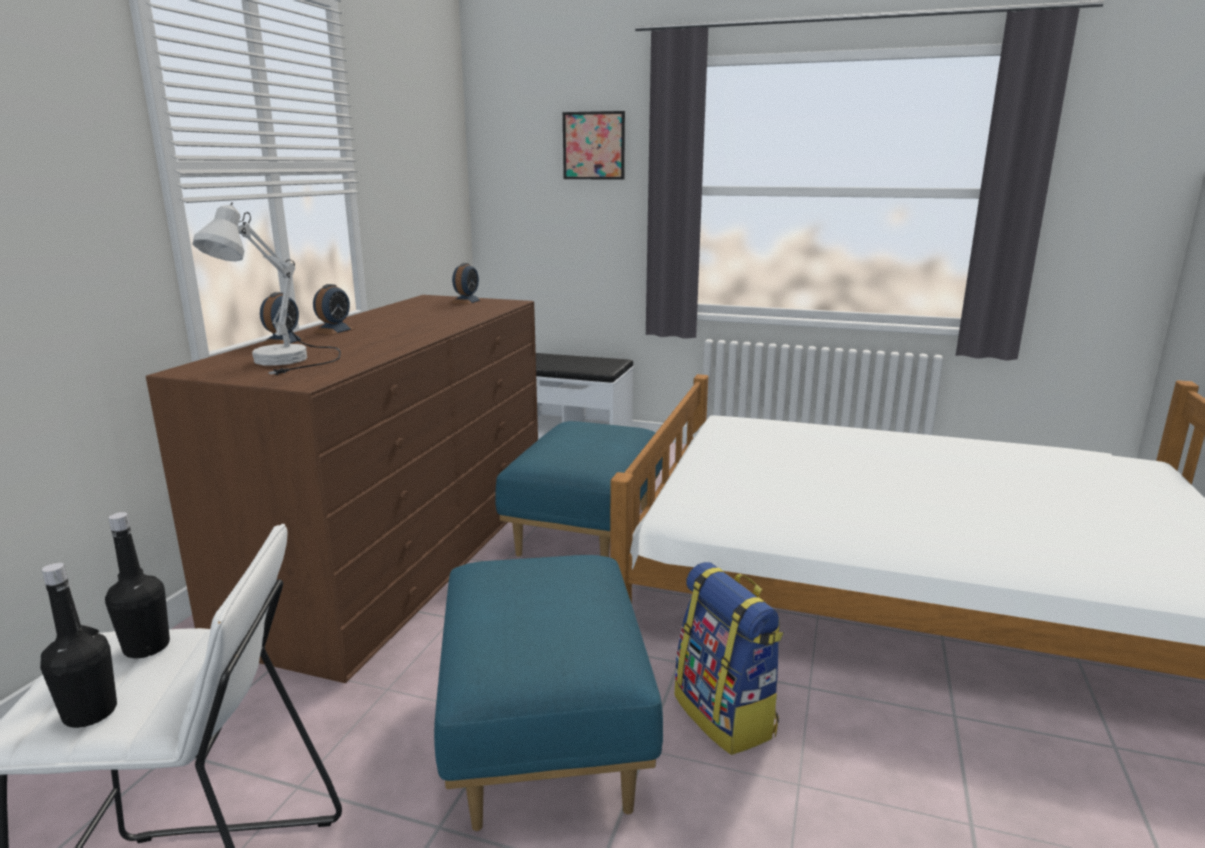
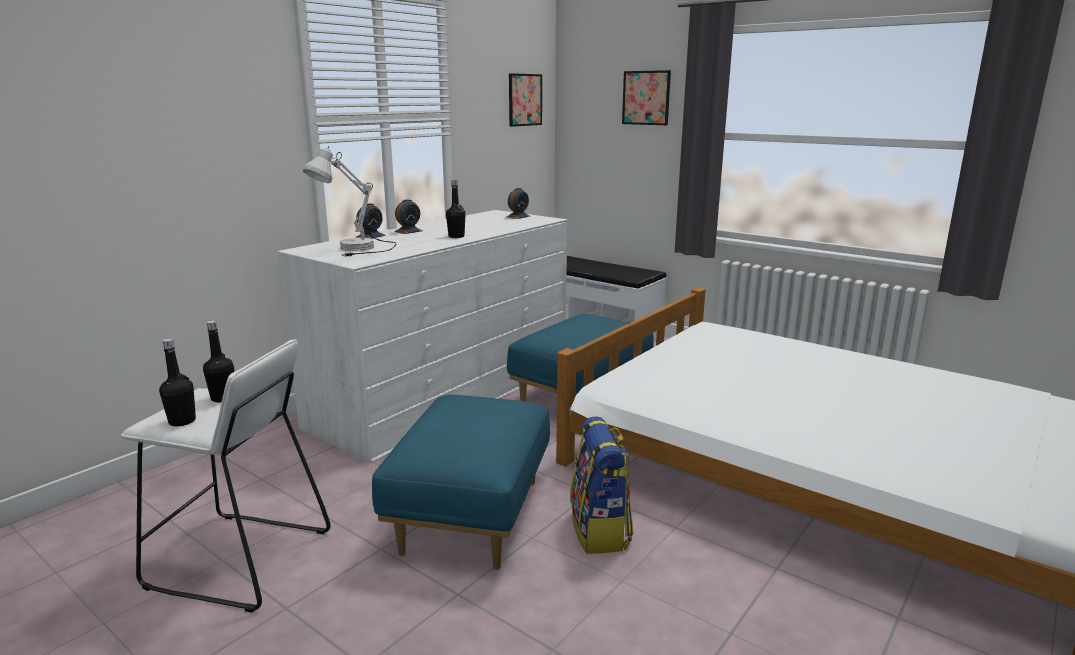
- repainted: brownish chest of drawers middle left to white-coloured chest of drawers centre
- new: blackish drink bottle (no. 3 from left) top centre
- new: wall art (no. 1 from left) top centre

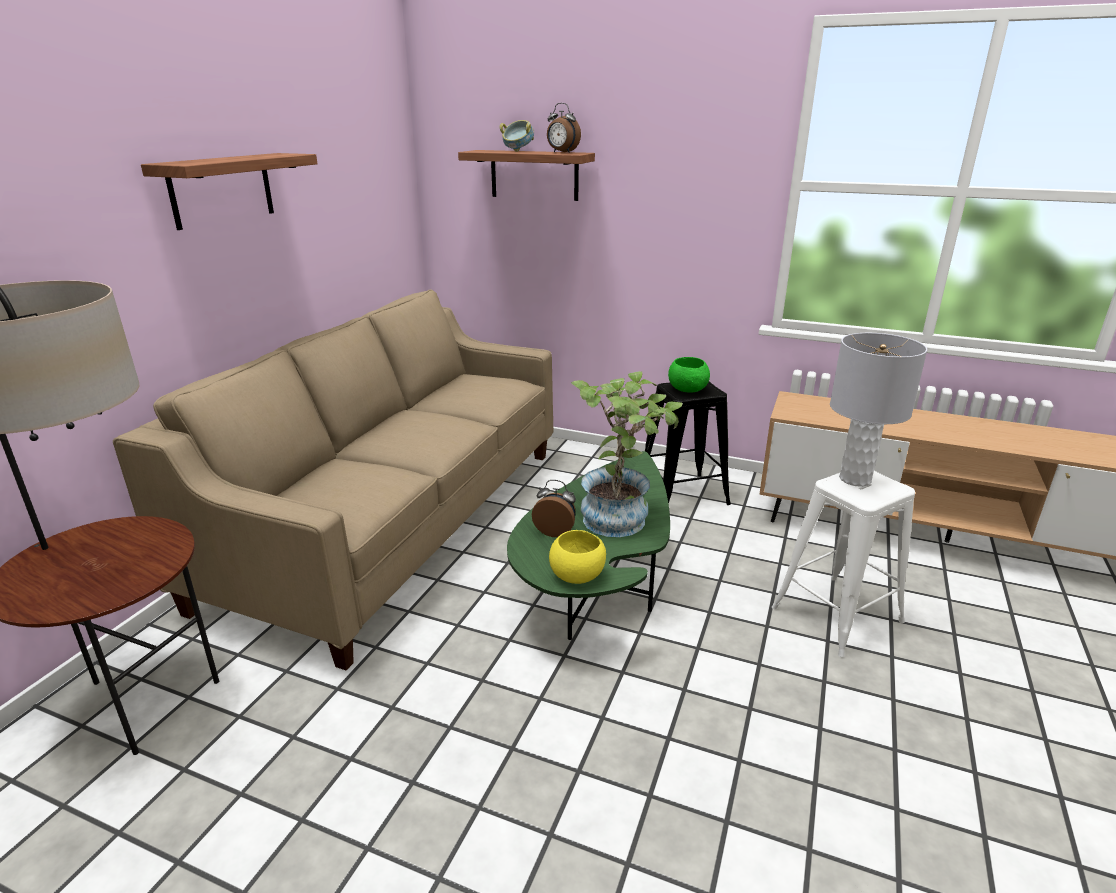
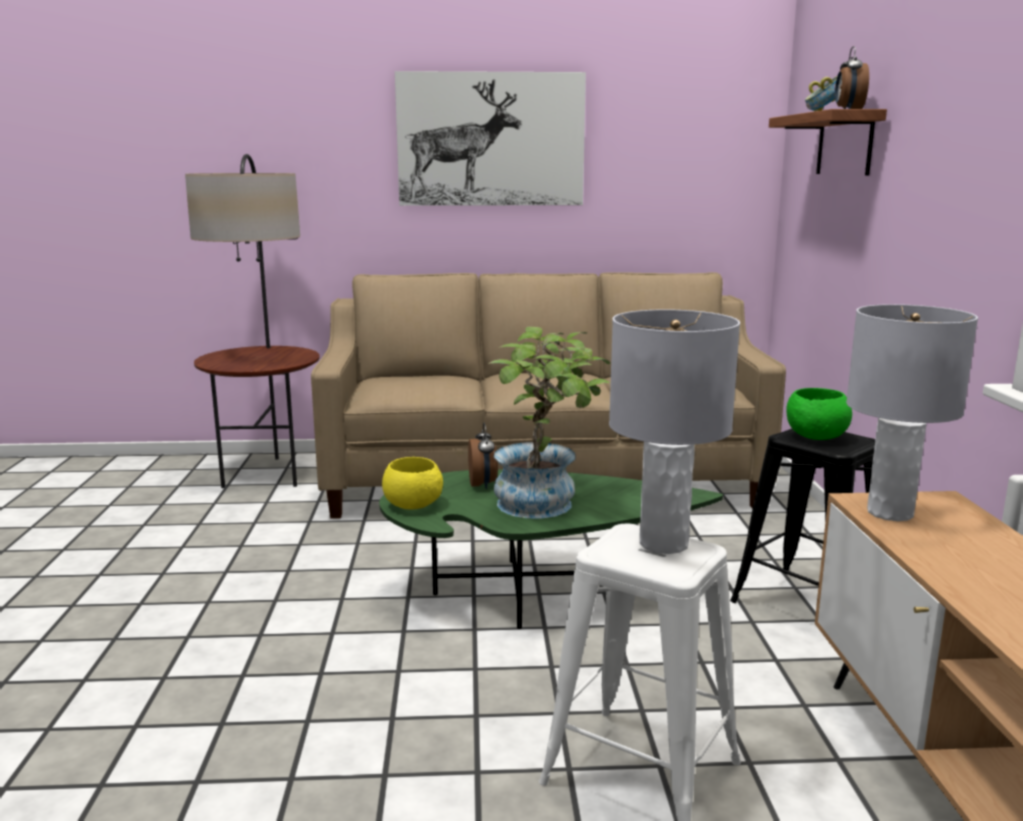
- swapped: wall shelf (no. 1 from left) top left to wall art top centre
- new: gray lamp for a table (no. 2 from left) middle right

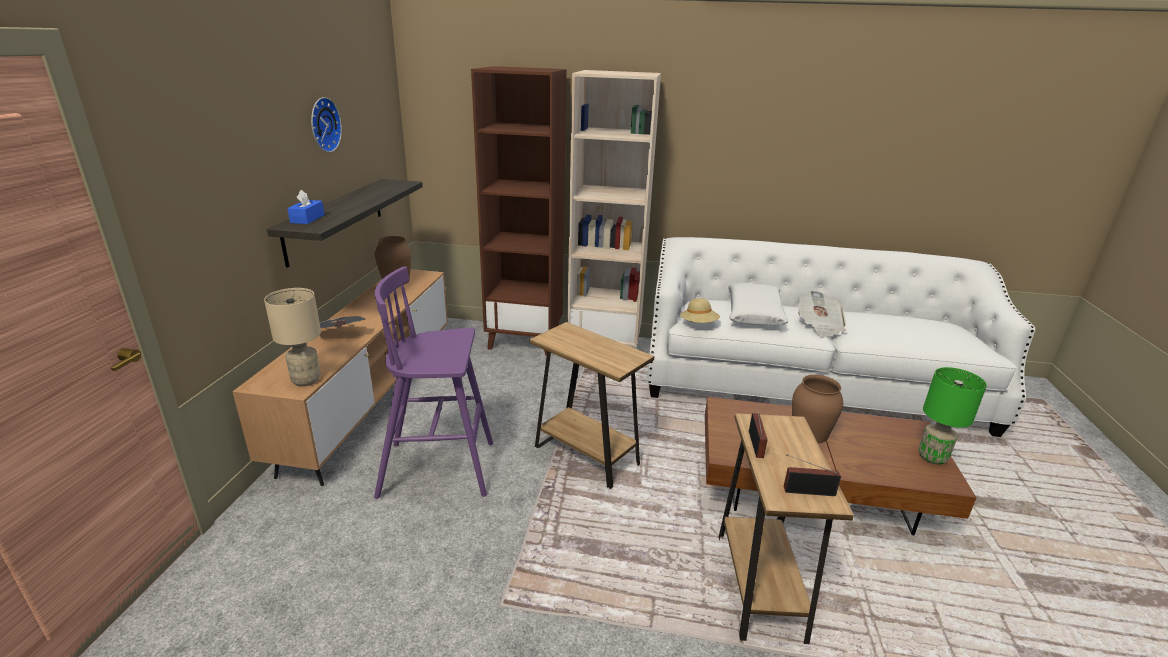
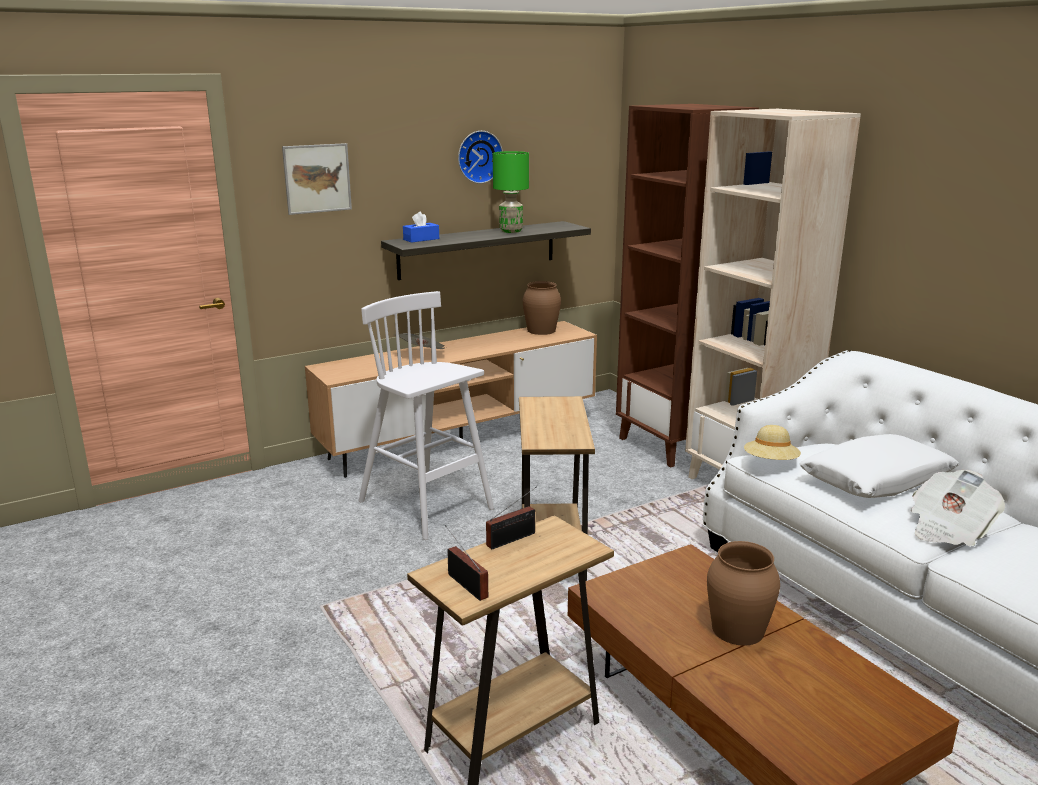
- new: wall art top left
- repainted: purple-coloured sitting stool centre to white-coloured sitting stool centre
- shifted: green lamp for a table middle right to top centre
- gone: beige-coloured lamp for a table middle left

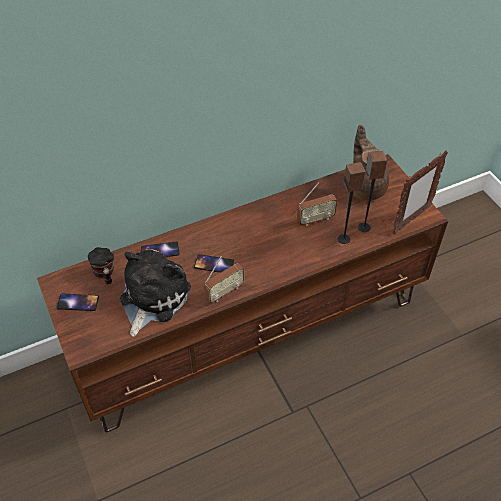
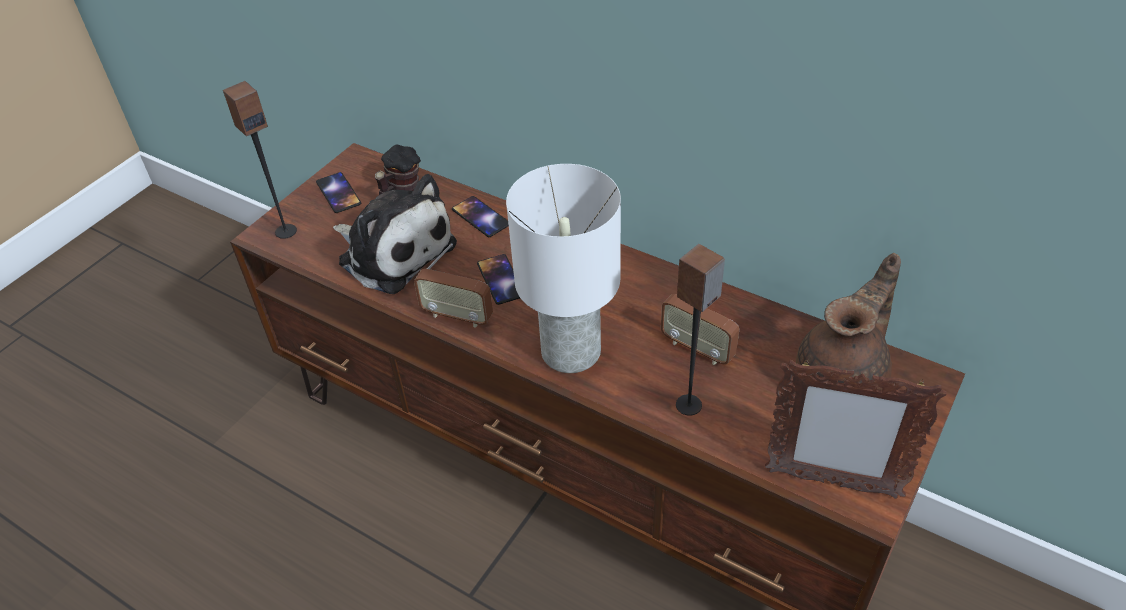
- shifted: speaker (no. 2 from left in the first image) middle right to speaker (no. 1 from left) top left
- rotated: plush toy middle left = centre 45 degrees clockwise
- new: white-coloured lamp for a table centre

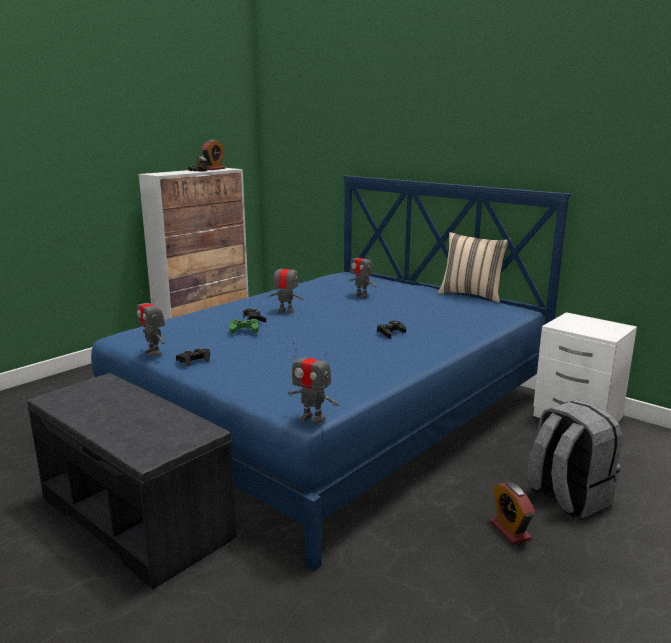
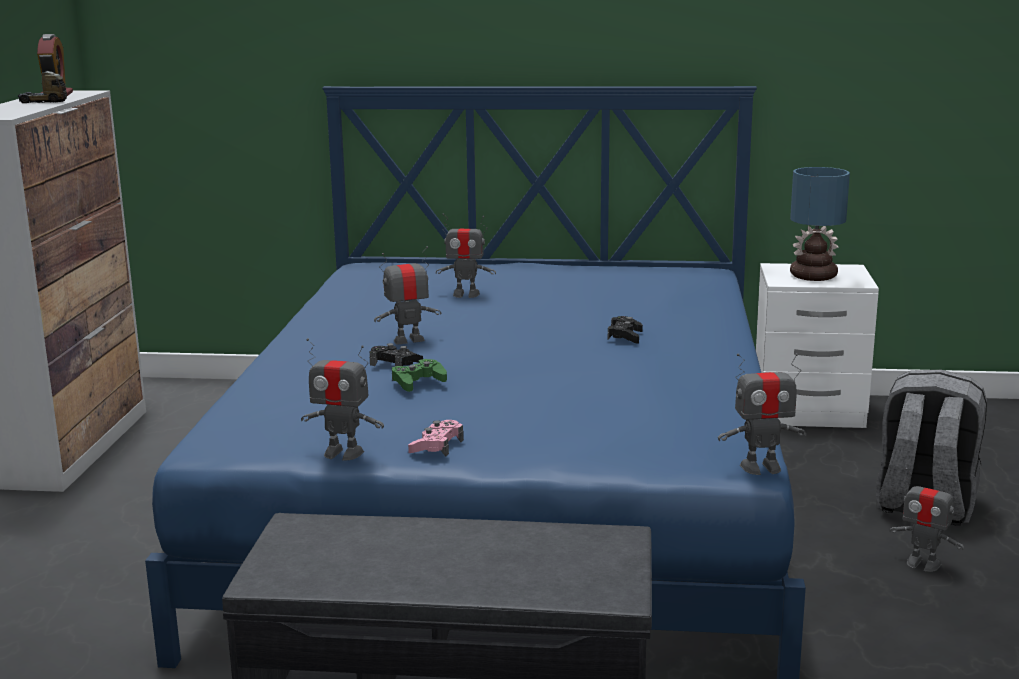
- repainted: blackish game controller (no. 1 from left) middle left to pink game controller centre
- new: lamp for a table top right
- swapped: alarm clock (no. 2 from left) bottom right to model robot (no. 5 from left) bottom right
- gone: beige-coloured pillow middle right

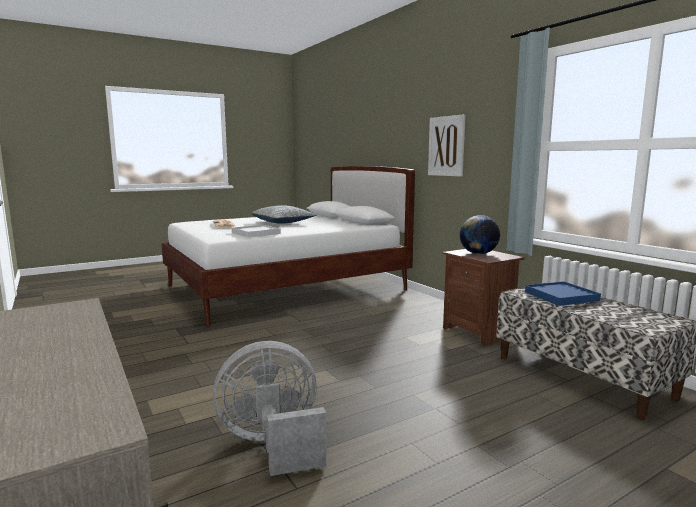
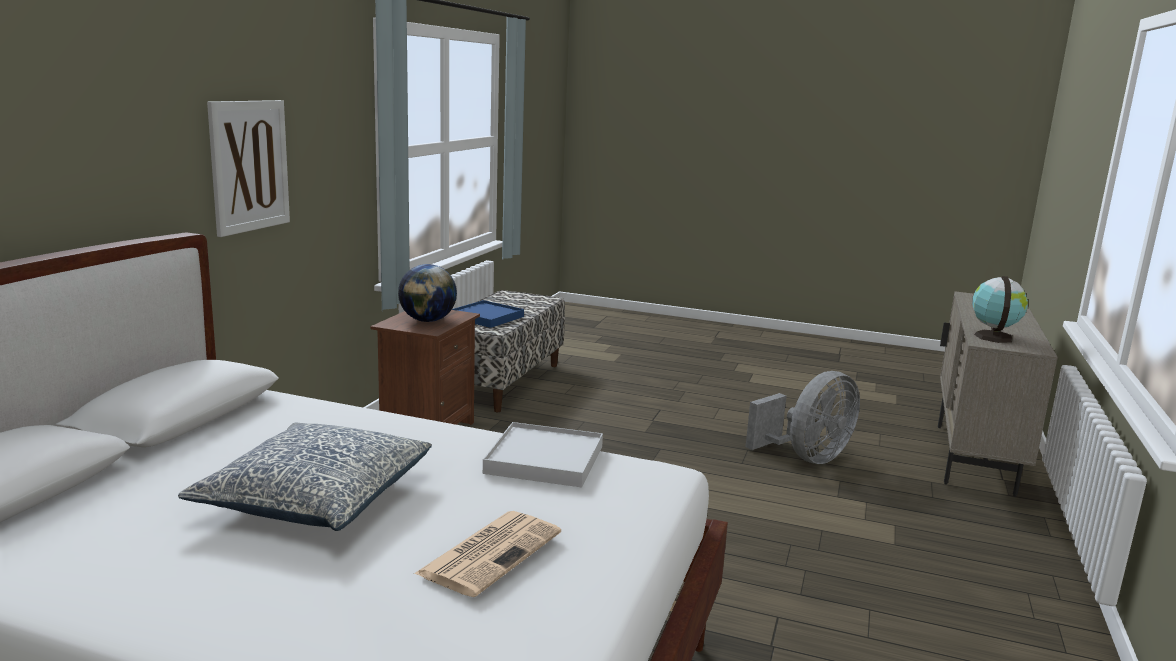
- rotated: gray fan bottom centre = middle right 75 degrees counterclockwise
- new: desk globe (no. 2 from left) middle right

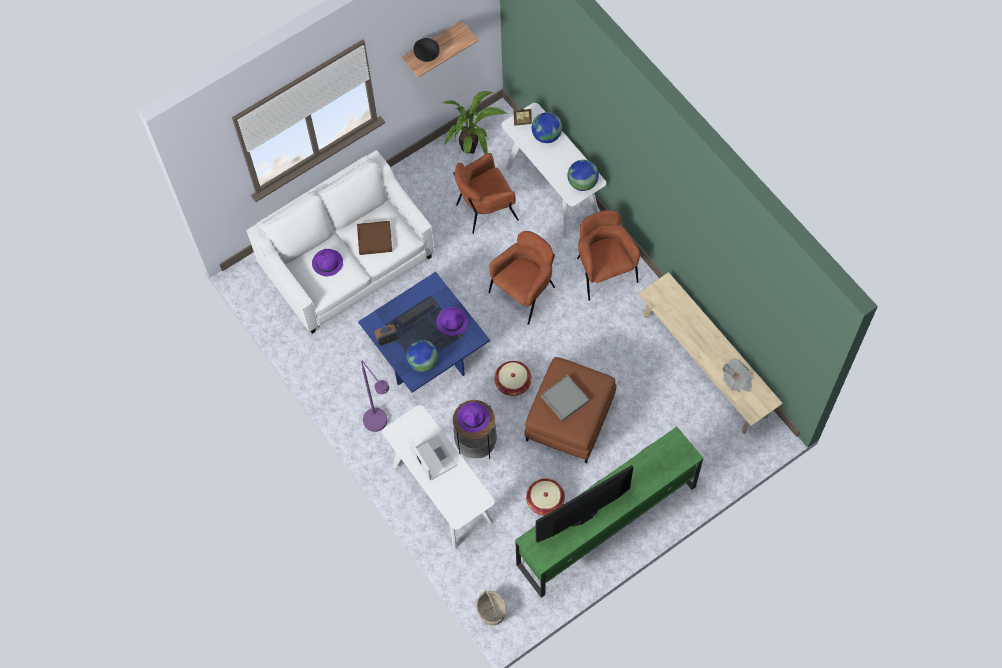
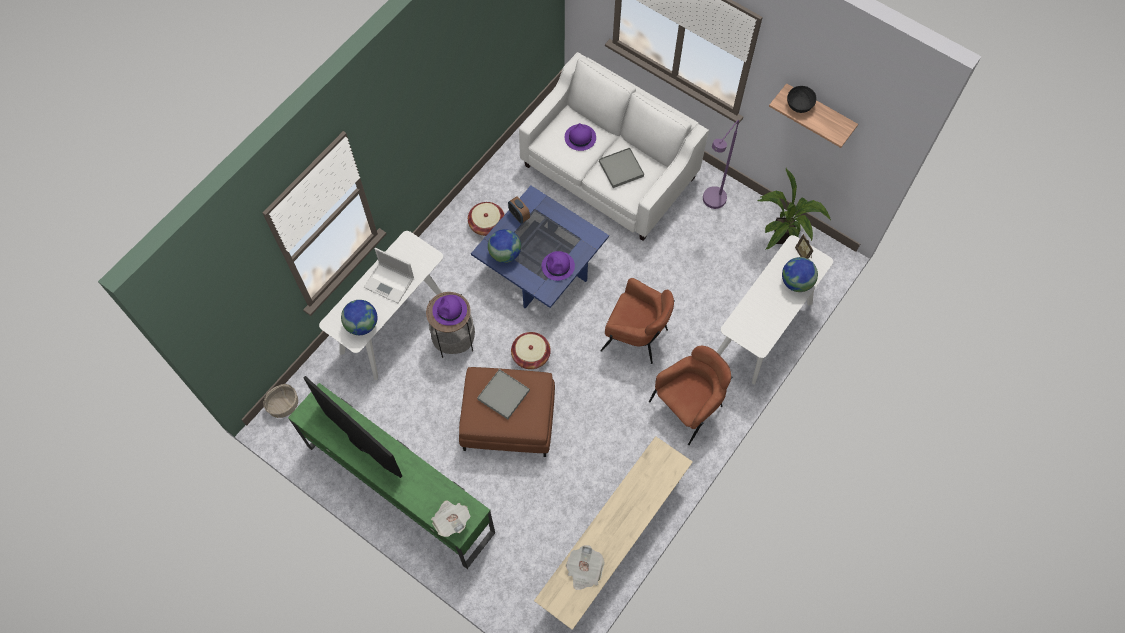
- shifted: desk globe (no. 3 from left in the first image) top centre to desk globe (no. 1 from left) middle left
- rotated: notebook computer bottom centre = centre 75 degrees clockwise
- new: daily paper (no. 1 from left) bottom centre
- shifted: storage basket (no. 3 from left in the first image) bottom centre to storage basket (no. 2 from left) centre
- repainted: brownish carrying tray centre to gray carrying tray (no. 2 from left) top centre
- shifted: purple-coloured floor lamp centre to top centre
- gone: brownish easy chair (no. 1 from left) top centre

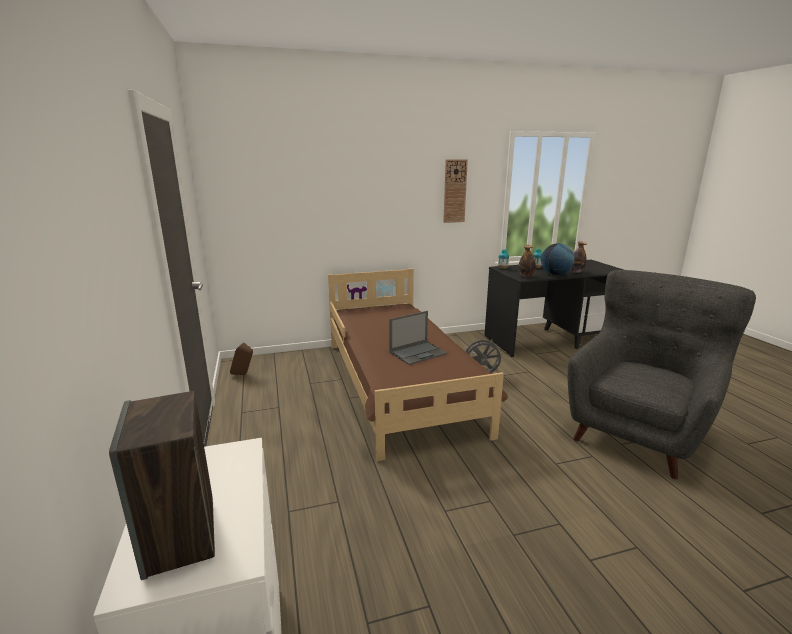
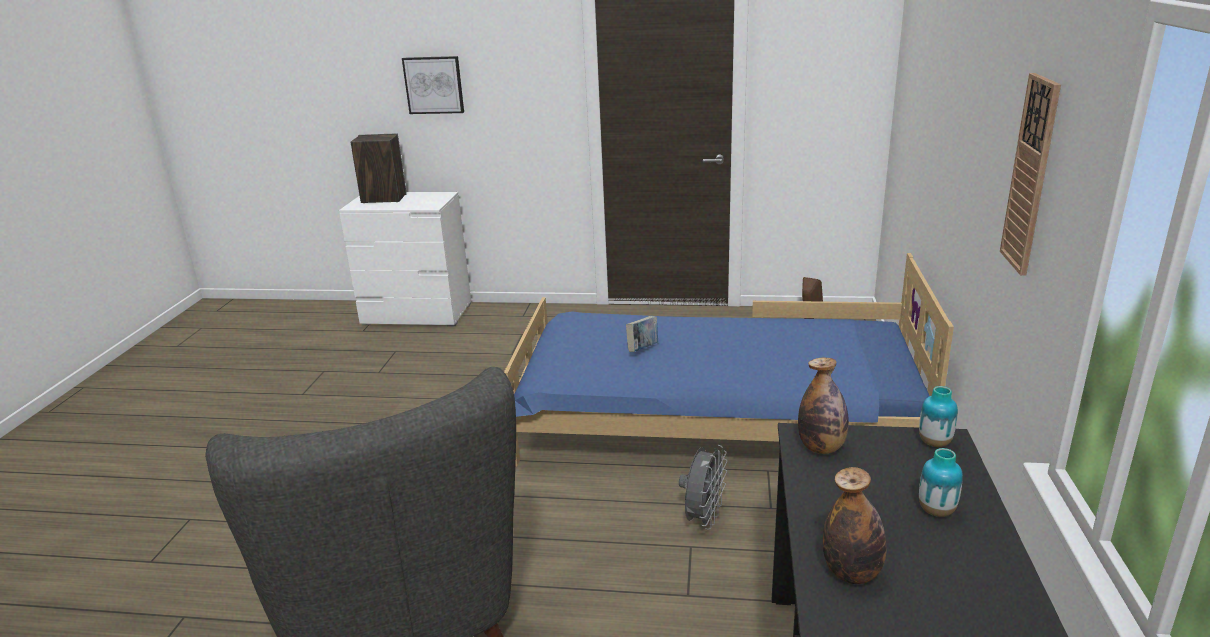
- new: wall art top centre
- repainted: brownish bedroom bed centre to blue bedroom bed centre
- swapped: notebook computer centre to volume centre
- gone: desk globe middle right

